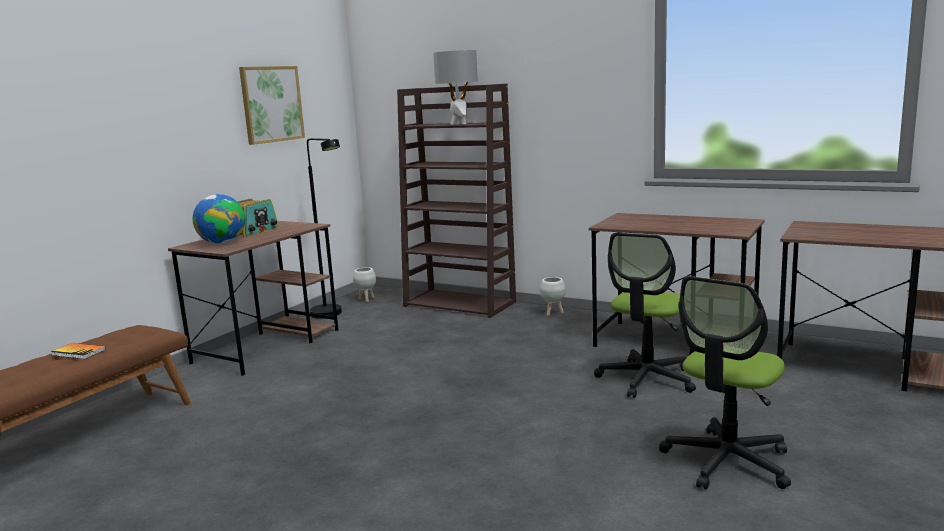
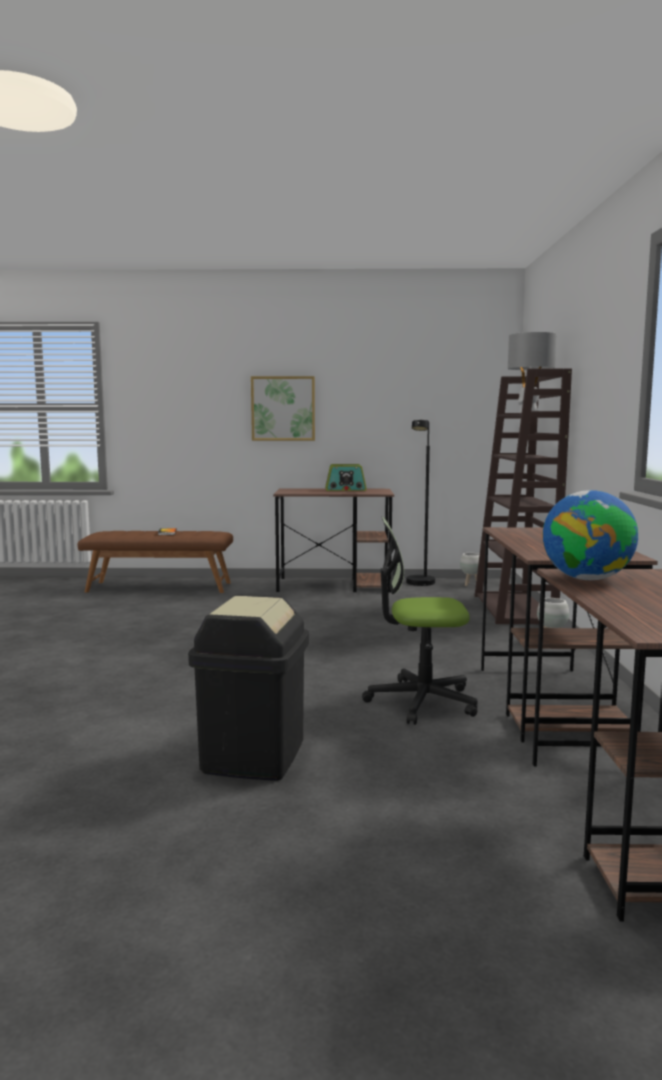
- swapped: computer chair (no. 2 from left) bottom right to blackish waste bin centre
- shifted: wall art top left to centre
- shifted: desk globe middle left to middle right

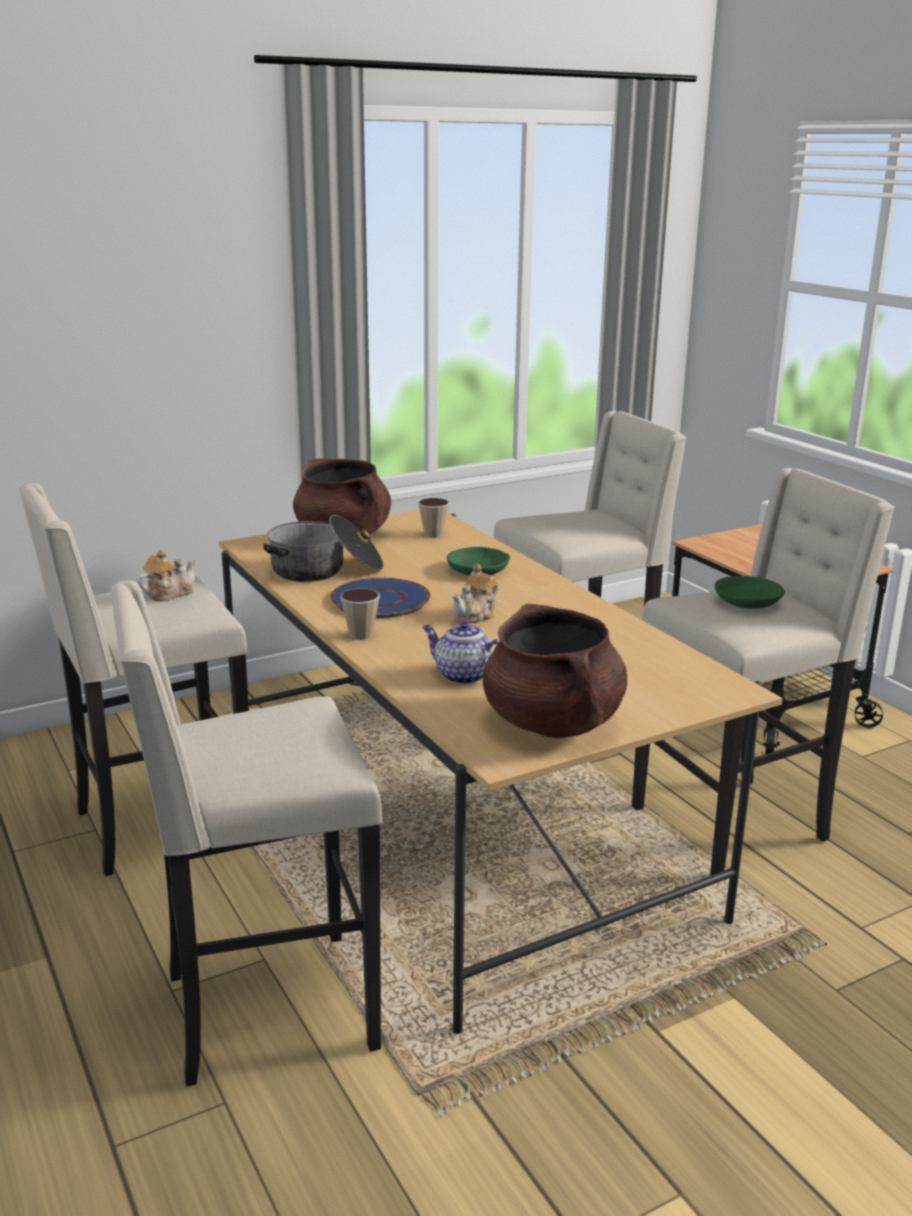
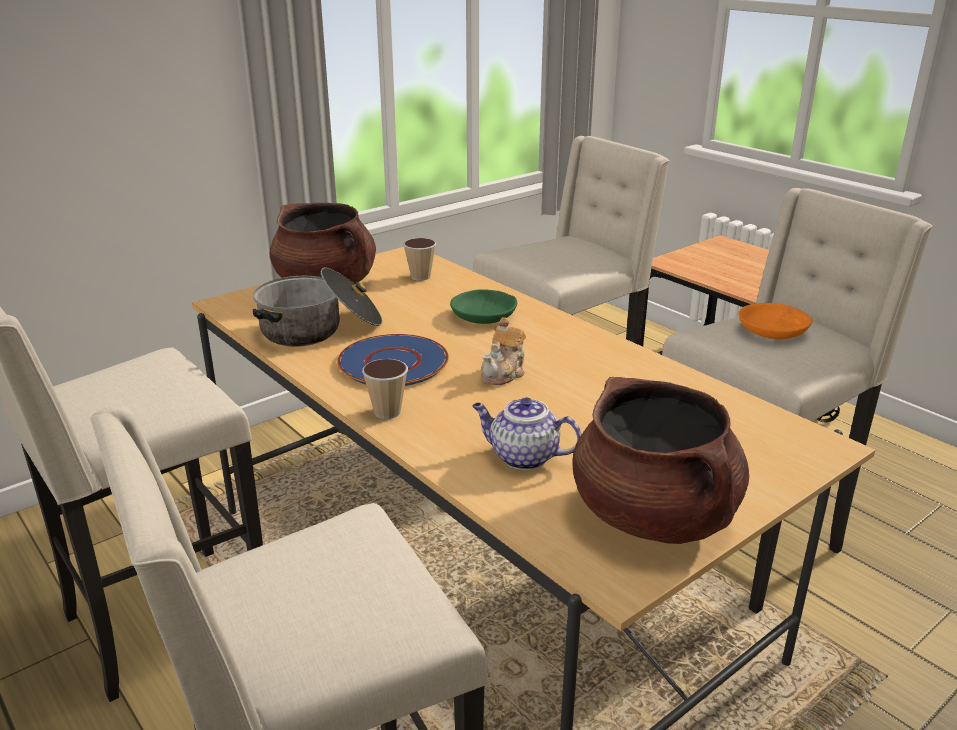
- repainted: green deep dish (no. 2 from left) middle right to orange deep dish middle right
- gone: teapot (no. 1 from left) middle left

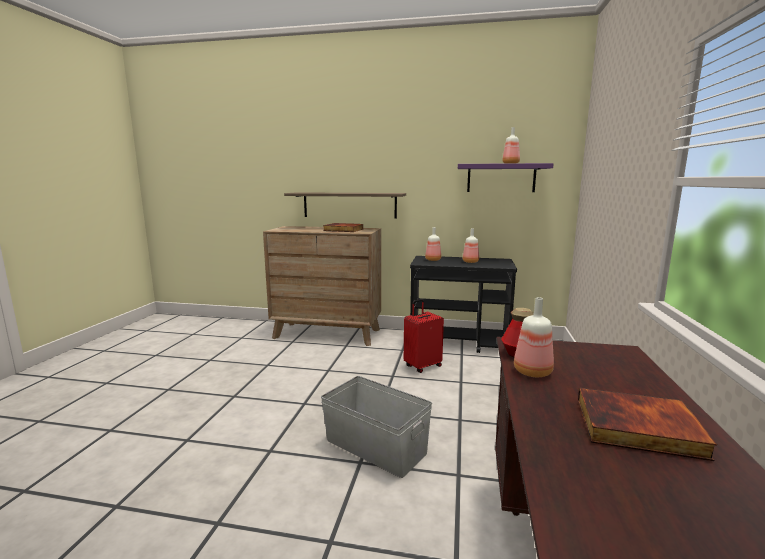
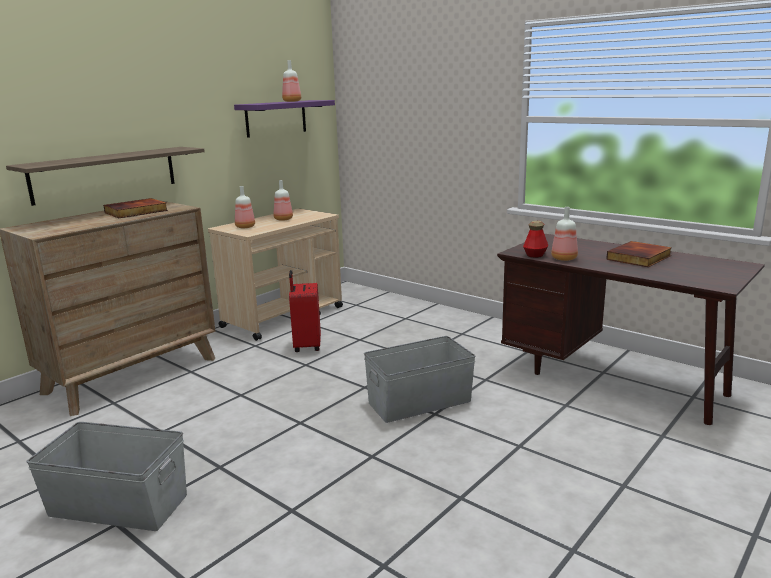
- new: gray storage box (no. 1 from left) bottom left
- repainted: blackish wheeled cart centre to beige-coloured wheeled cart centre

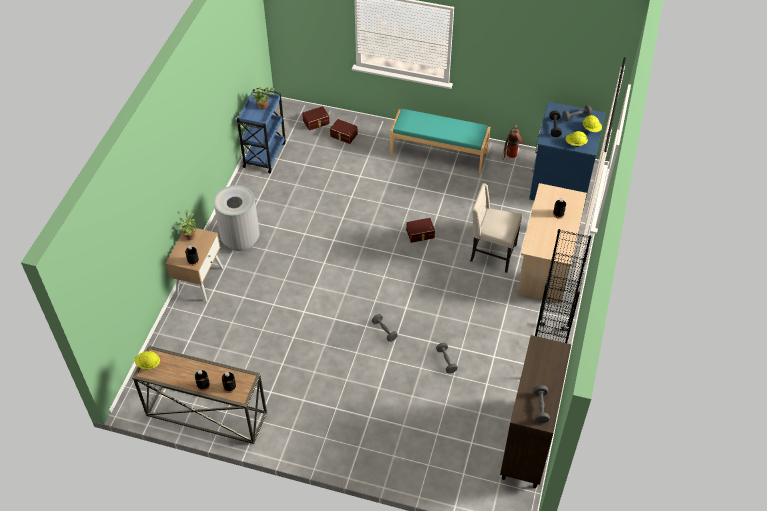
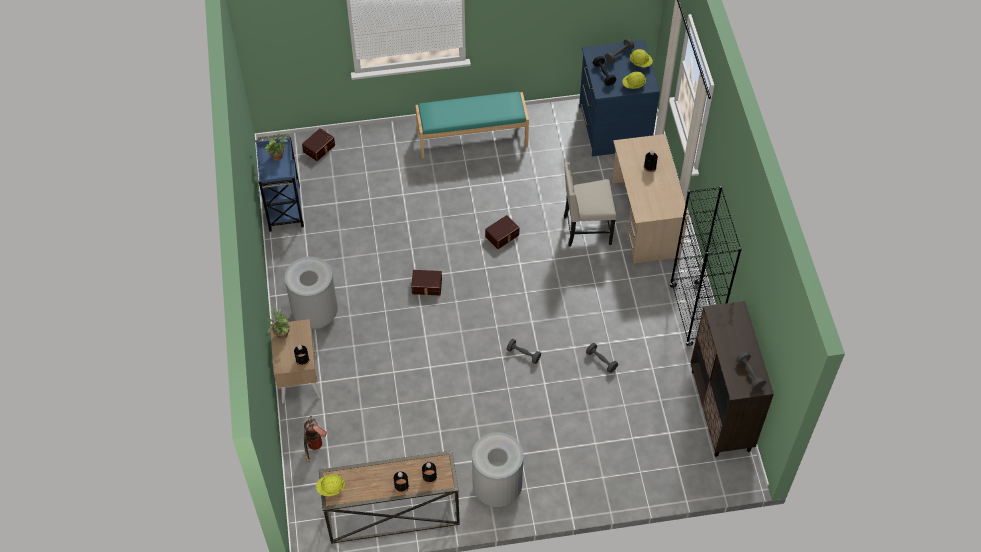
- shifted: extinguisher top right to bottom left
- shifted: brownish storage box (no. 2 from left) top centre to centre
- new: gray waste bin (no. 2 from left) bottom centre

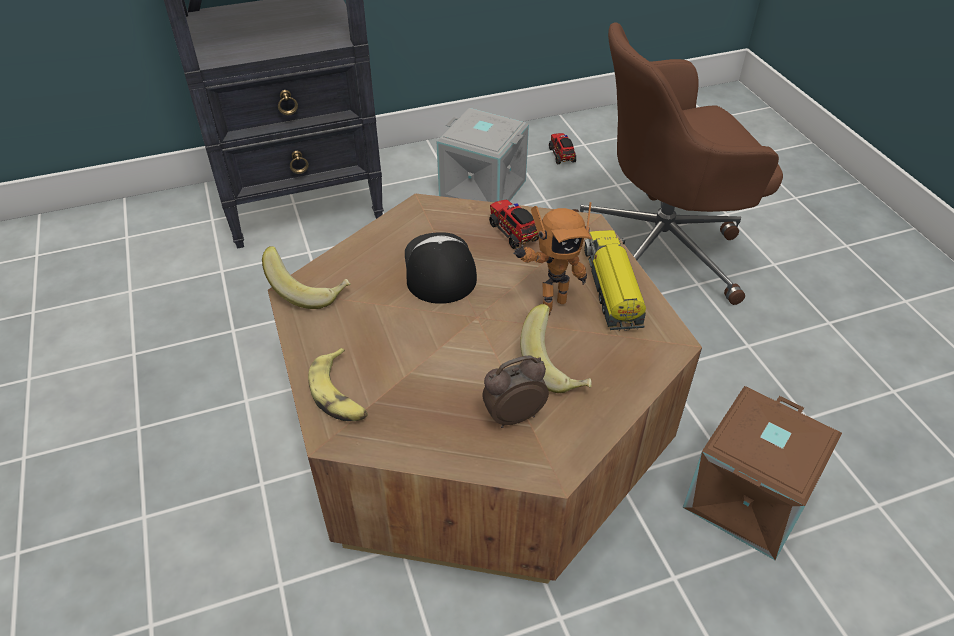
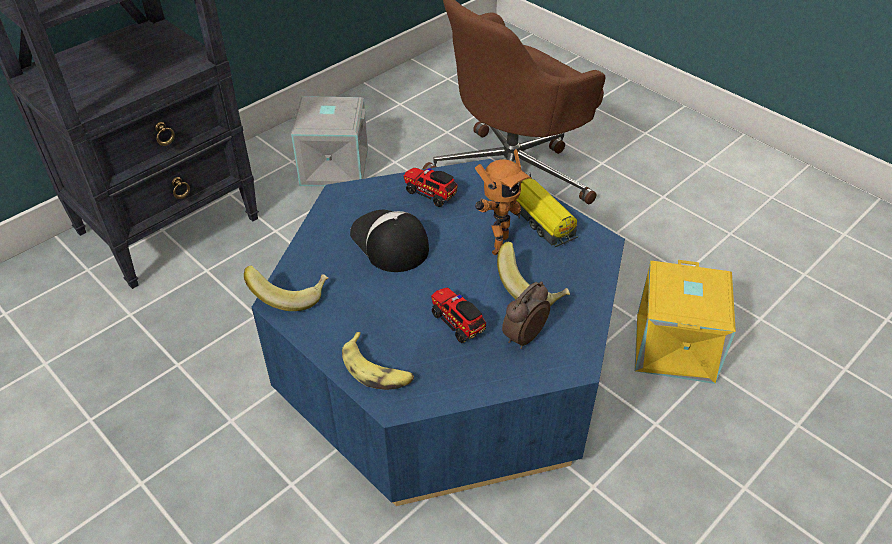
- repainted: brownish low table centre to blue low table centre
- shifted: toy lorry (no. 2 from left) top centre to centre
- repainted: brownish storage box bottom right to yellowish storage box middle right

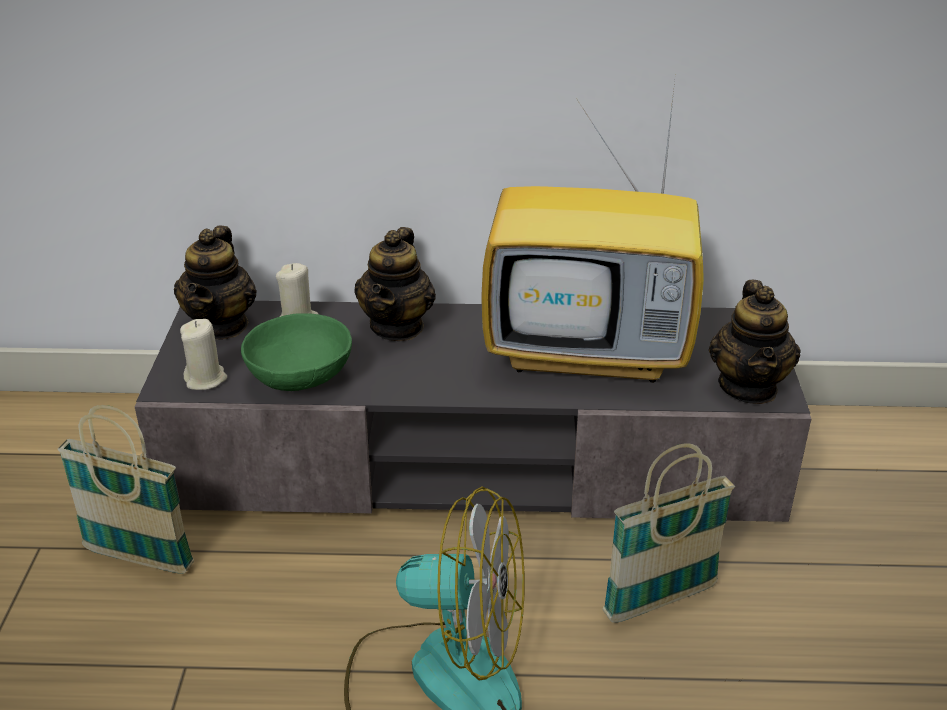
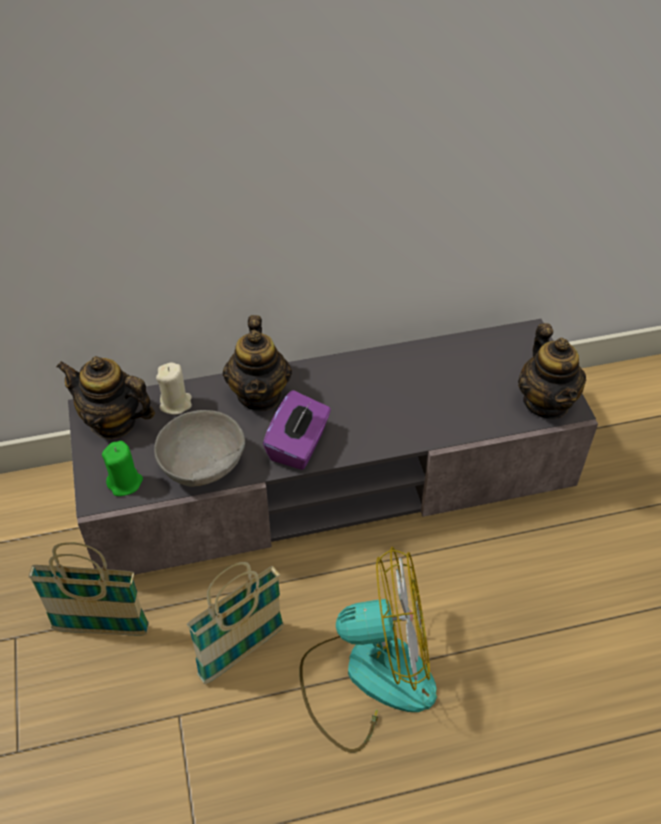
- rotated: teapot (no. 1 from left) middle left = middle left 120 degrees clockwise
- repainted: beige-coloured candle (no. 1 from left) middle left to green candle middle left
- repainted: green deep dish middle left to gray deep dish middle left
- shifted: storage basket (no. 2 from left) bottom right to bottom centre
- new: purple-coloured tissue box centre
- gone: television top centre

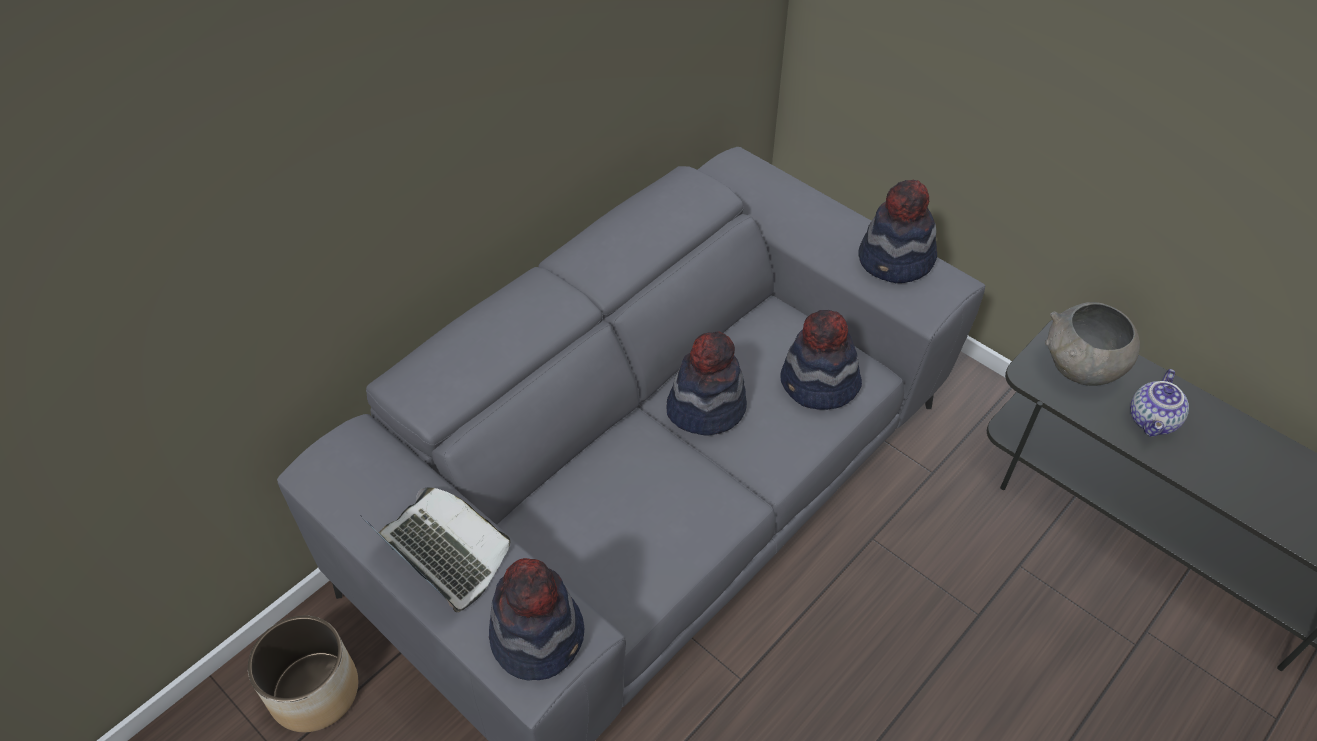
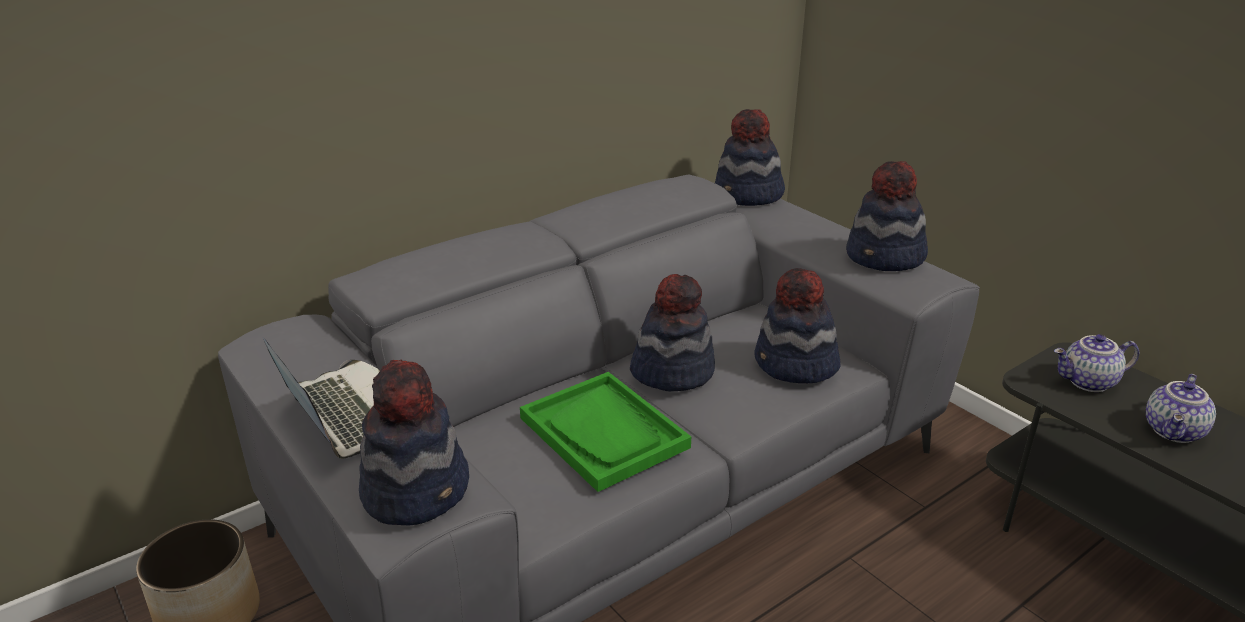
- new: green carrying tray bottom centre
- new: clothing hat (no. 3 from left) top centre
- swapped: gray deep dish middle right to teapot (no. 1 from left) middle right

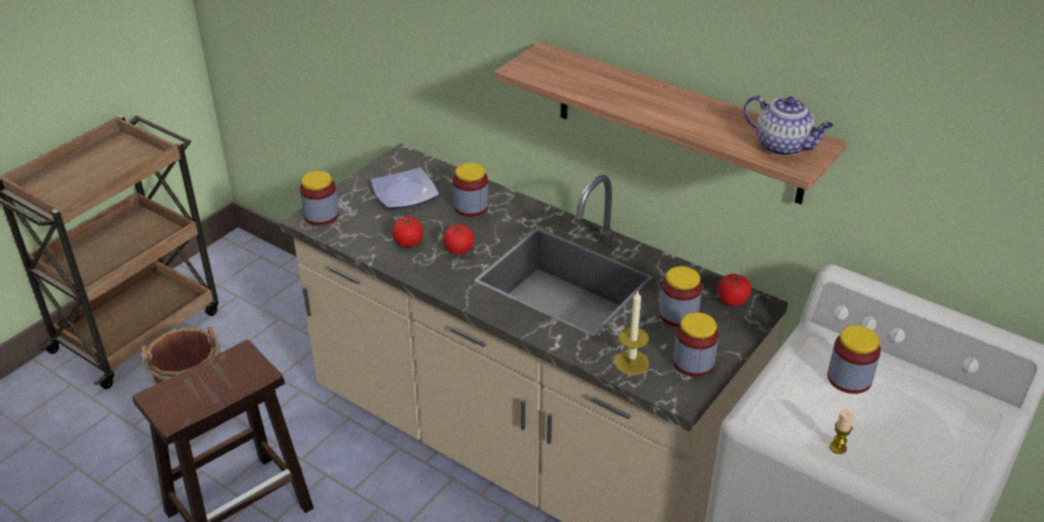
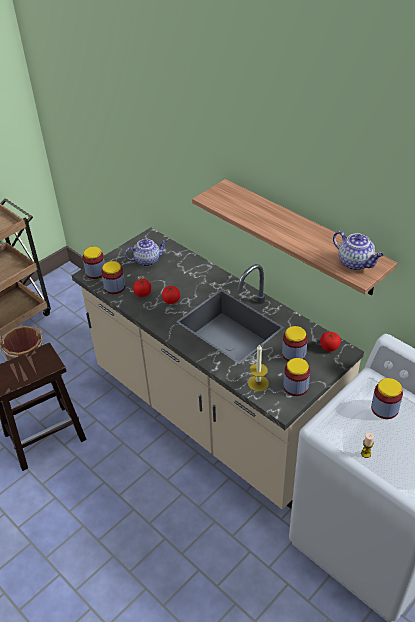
- shifted: jar (no. 2 from left) centre to middle left
- swapped: plate centre to teapot (no. 1 from left) centre

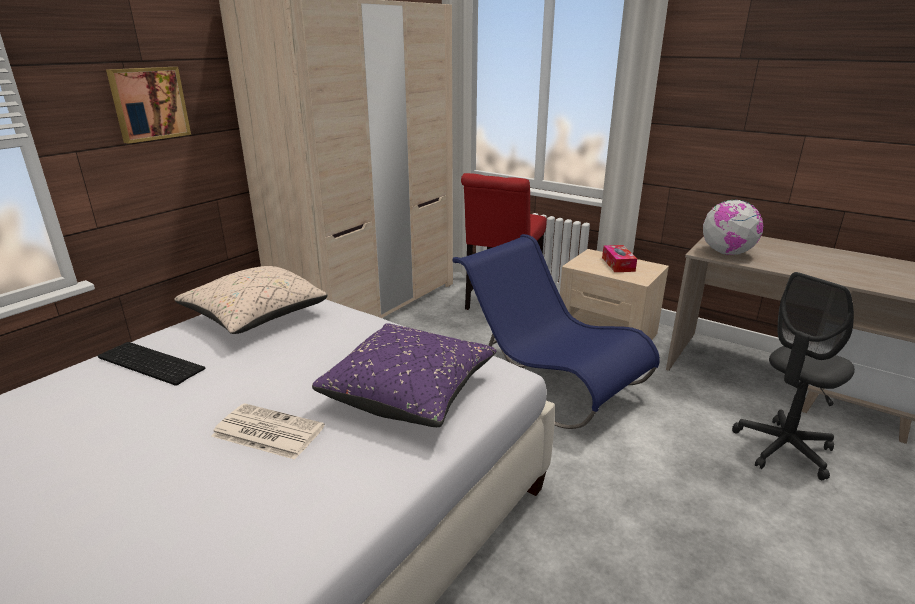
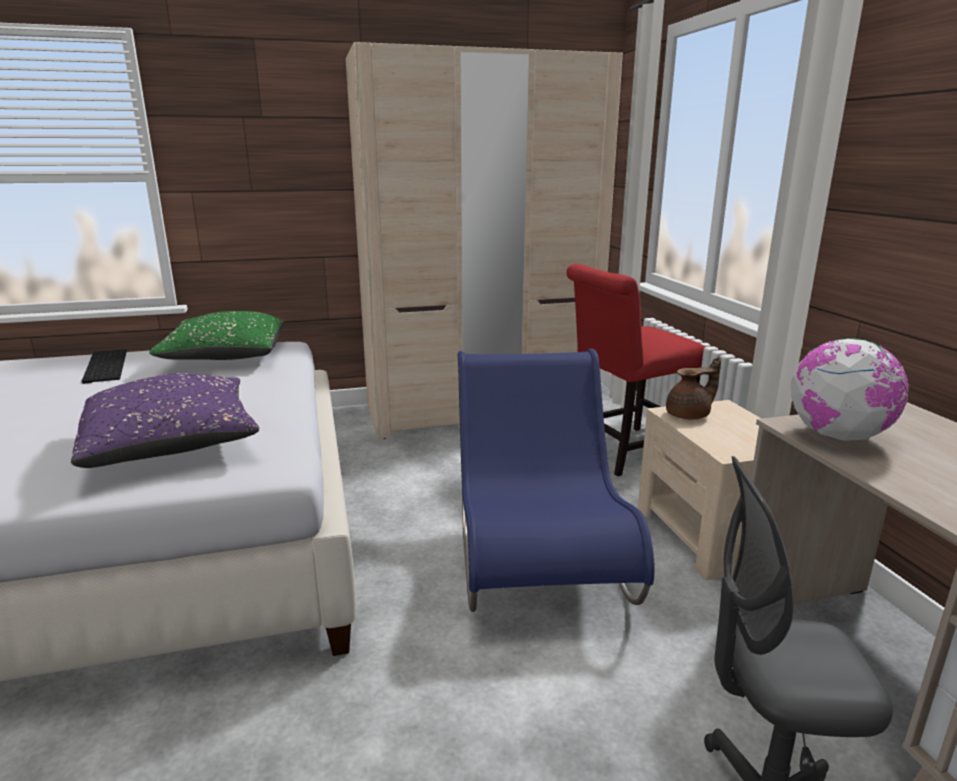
- repainted: beige-coloured pillow middle left to green pillow middle left
- new: brownish teapot middle right
- gone: wall art top left
- gone: daily paper bottom left
- gone: tissue box middle right

